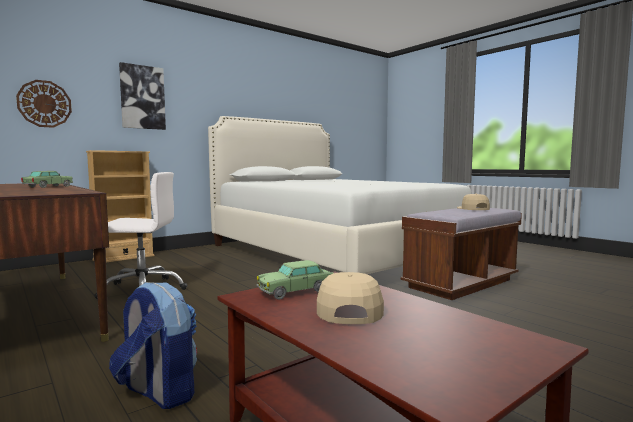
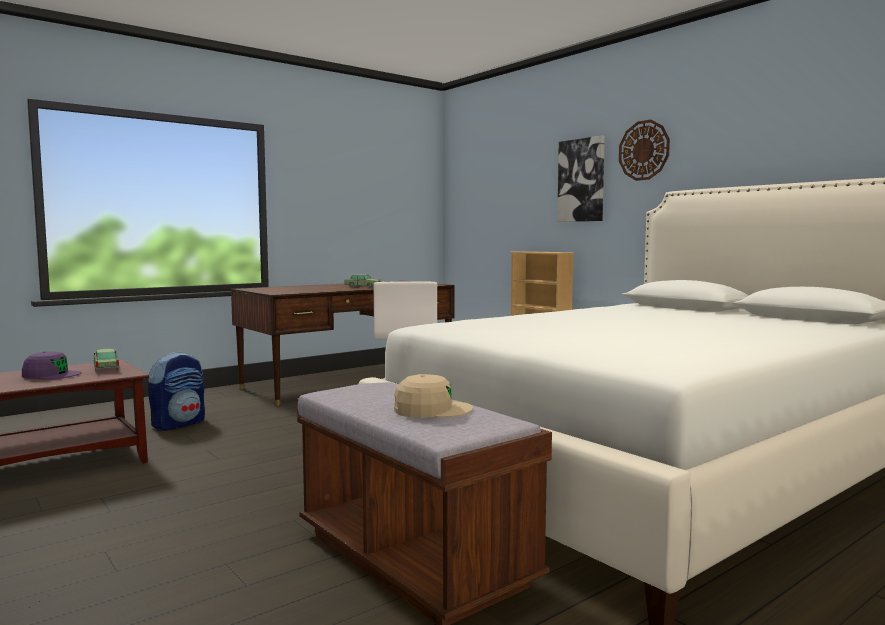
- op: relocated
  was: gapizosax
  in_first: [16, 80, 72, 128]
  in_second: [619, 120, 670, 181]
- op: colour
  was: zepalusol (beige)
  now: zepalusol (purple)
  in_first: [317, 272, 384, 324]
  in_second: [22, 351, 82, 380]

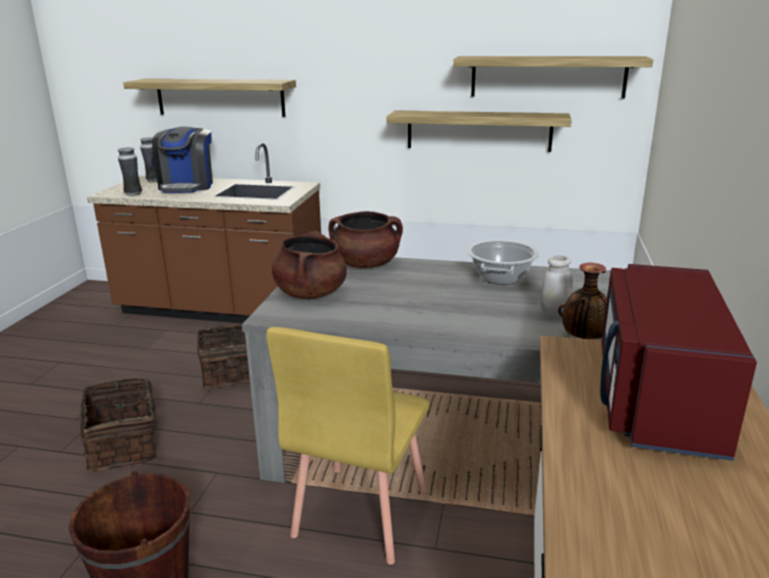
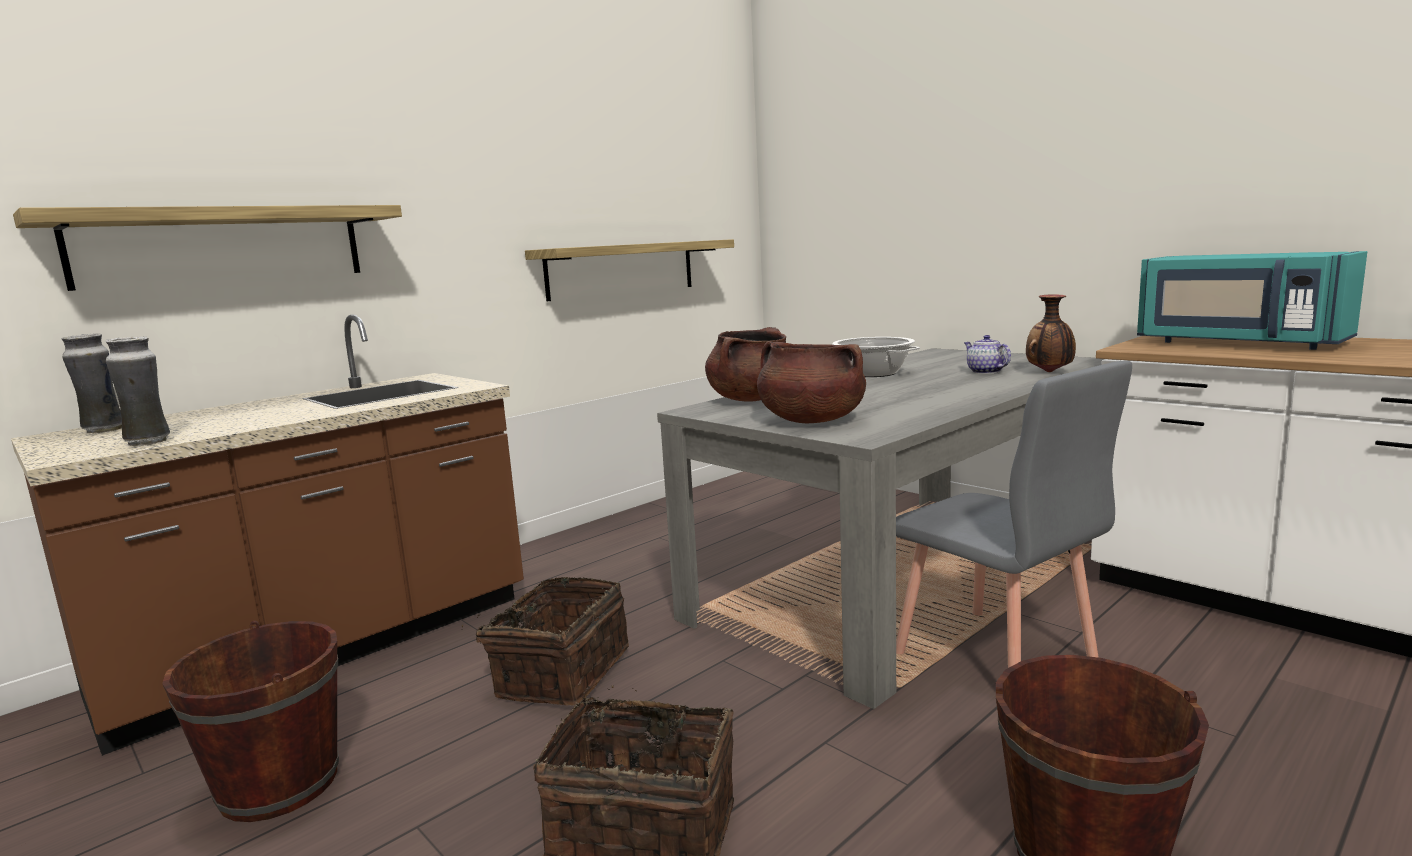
- op: missing
  was: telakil
  in_first: [152, 126, 213, 193]
- op: colour
  was: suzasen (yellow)
  now: suzasen (grey)
  in_first: [266, 327, 430, 565]
  in_second: [896, 360, 1132, 668]
- op: missing
  was: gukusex
  in_first: [453, 56, 653, 98]
- op: exchanged
  was: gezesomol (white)
  now: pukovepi
  in_first: [540, 255, 573, 318]
  in_second: [964, 335, 1011, 374]
- op: colour
  was: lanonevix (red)
  now: lanonevix (turquoise)
  in_first: [600, 264, 757, 461]
  in_second: [1137, 251, 1367, 350]
- op: appeared
  now: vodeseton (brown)
  in_second: [162, 621, 339, 822]

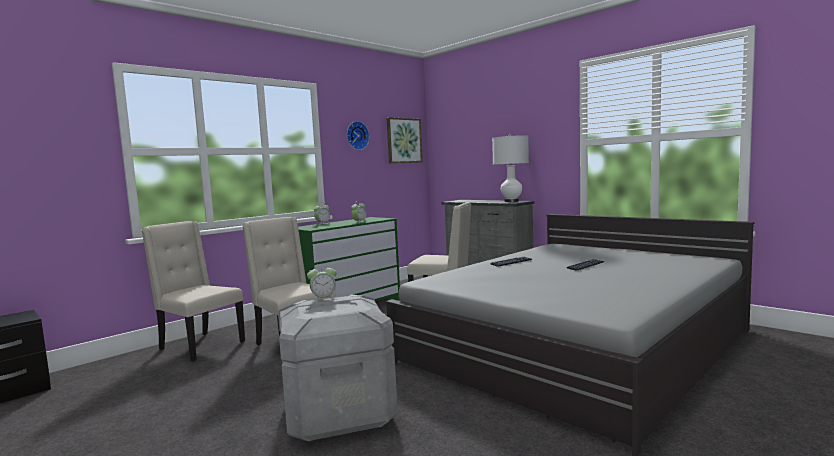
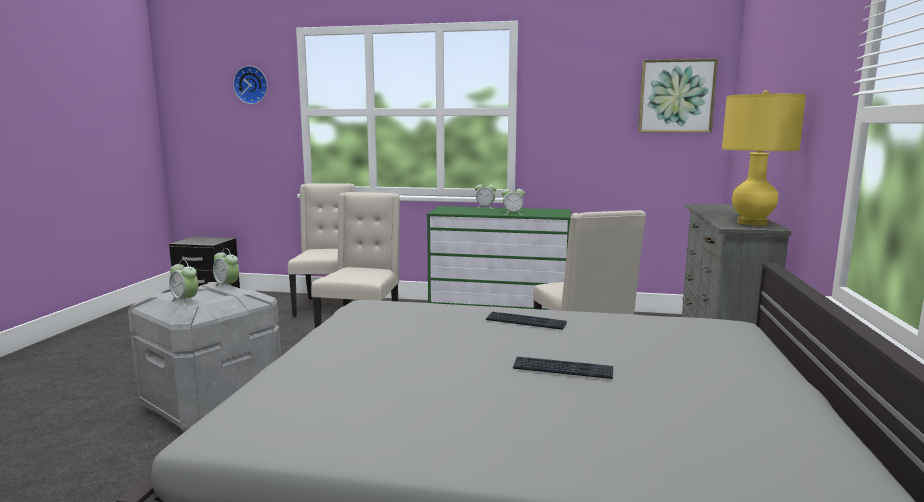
- op: relocated
  was: gapizosax
  in_first: [347, 121, 370, 150]
  in_second: [233, 66, 268, 104]
- op: colour
  was: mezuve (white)
  now: mezuve (yellow)
  in_first: [492, 134, 529, 202]
  in_second: [722, 90, 806, 226]
- op: appeared
  now: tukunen
  in_second: [169, 260, 198, 306]

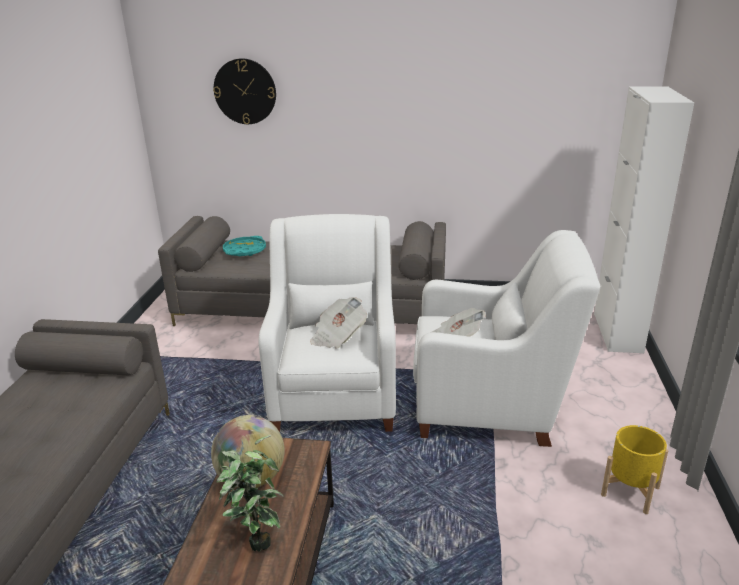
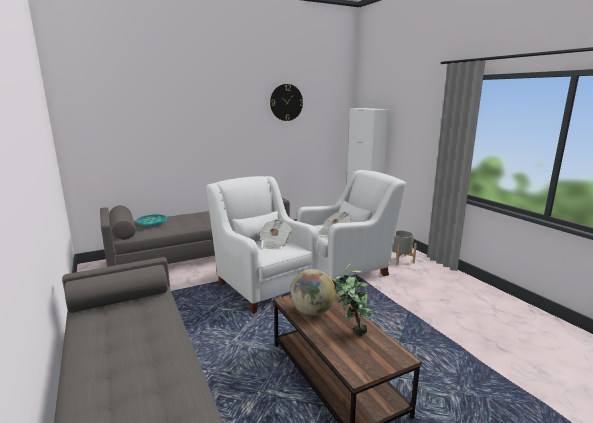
- op: relocated
  was: gapizosax
  in_first: [213, 58, 276, 124]
  in_second: [270, 84, 303, 121]
- op: missing
  was: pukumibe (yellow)
  in_first: [601, 425, 668, 514]
- op: appeared
  now: pukumibe (grey)
  in_second: [392, 231, 417, 265]

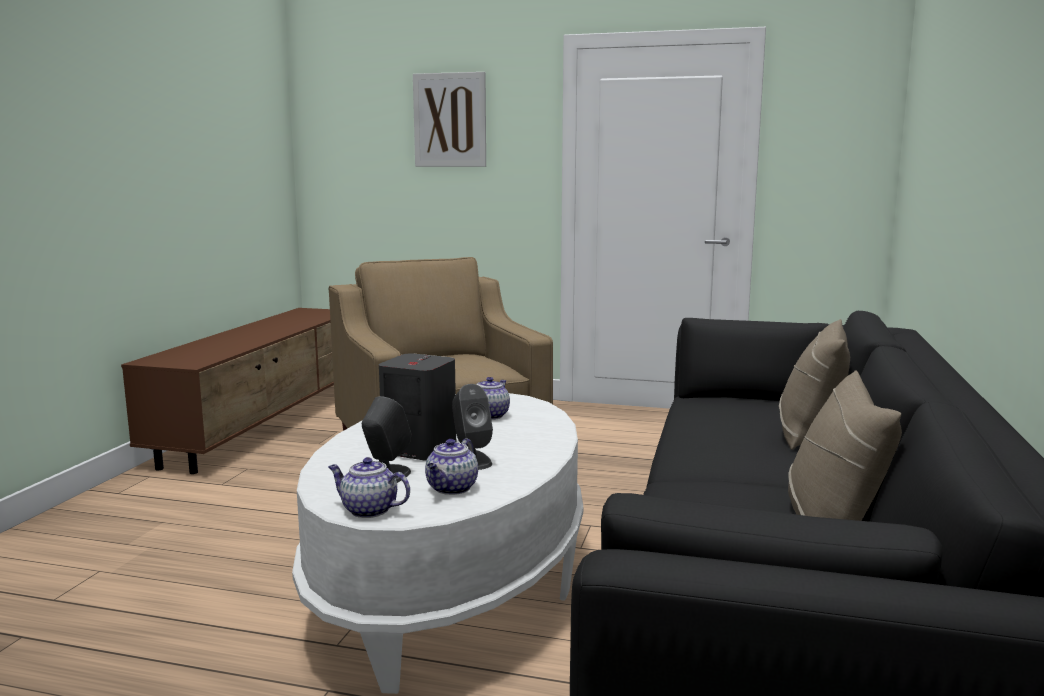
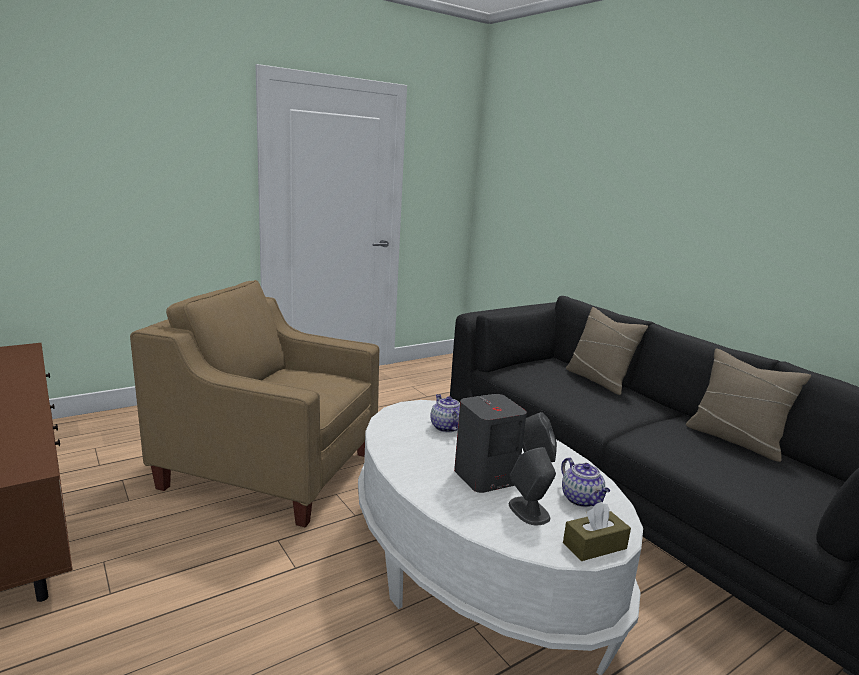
- op: exchanged
  was: pukovepi
  now: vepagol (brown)
  in_first: [328, 457, 410, 518]
  in_second: [563, 502, 631, 561]
- op: missing
  was: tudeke
  in_first: [413, 72, 486, 167]

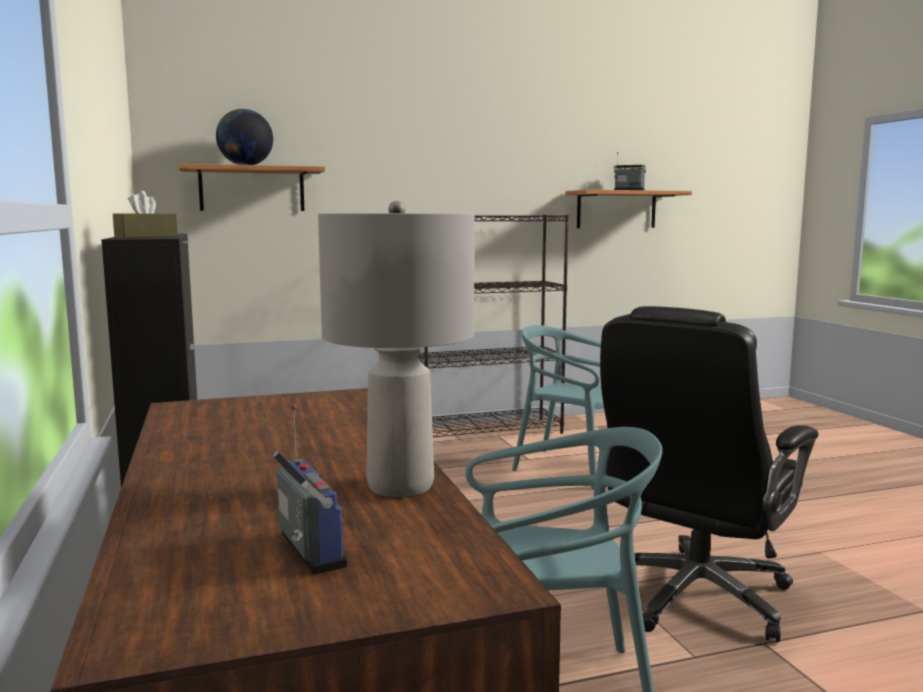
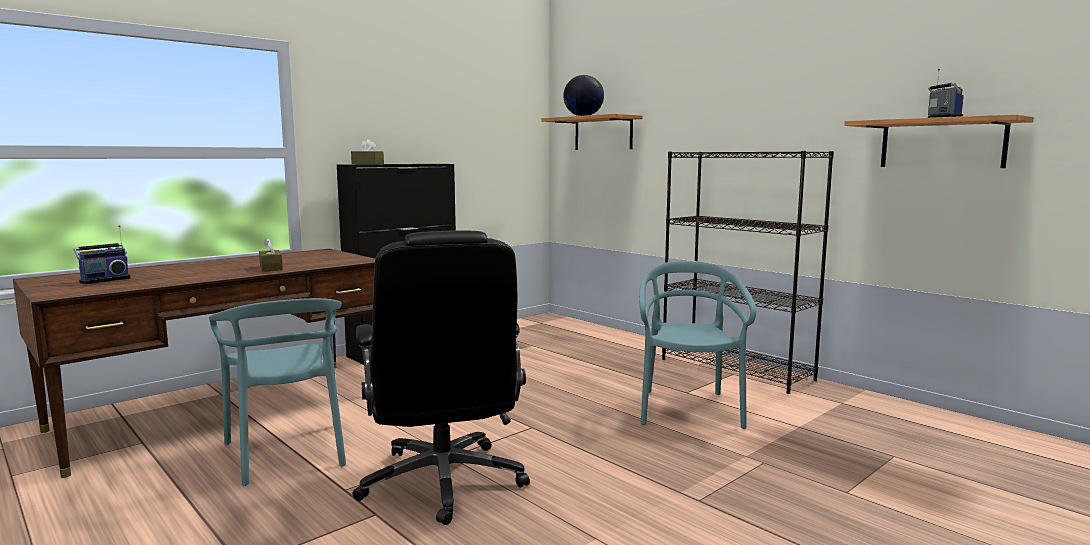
- op: missing
  was: mezuve (grey)
  in_first: [318, 201, 475, 497]
- op: spun
  was: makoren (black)
  in_first: [600, 306, 818, 642]
  in_second: [352, 231, 530, 525]
  clockwise: -120
- op: appeared
  now: vepagol (brown)
  in_second: [259, 238, 283, 271]

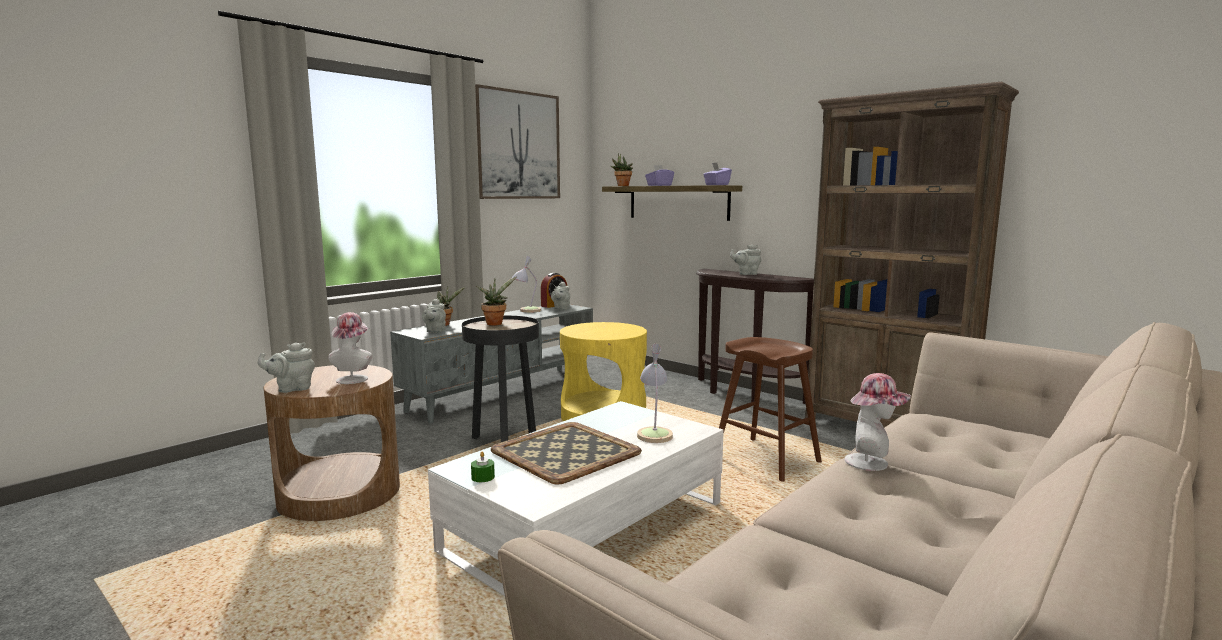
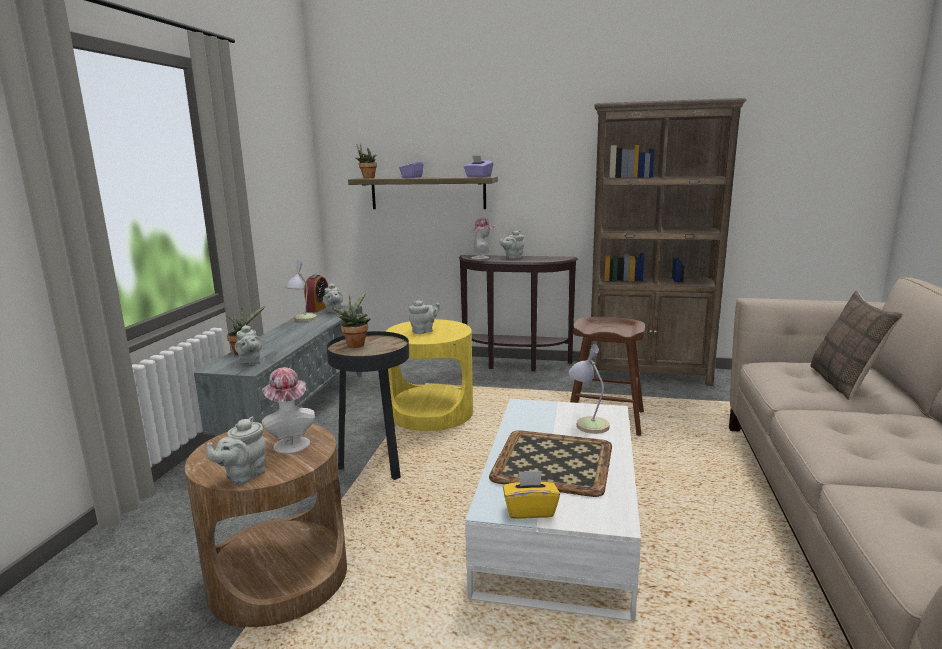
- op: exchanged
  was: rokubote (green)
  now: vepagol (yellow)
  in_first: [471, 451, 495, 482]
  in_second: [503, 471, 560, 519]
- op: missing
  was: tudeke
  in_first: [475, 84, 560, 199]
- op: relocated
  was: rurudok
  in_first: [844, 373, 911, 471]
  in_second: [471, 217, 495, 260]
- op: appeared
  now: pukovepi (grey)
  in_second: [409, 300, 440, 334]
- op: appeared
  now: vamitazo
  in_second: [811, 291, 903, 400]

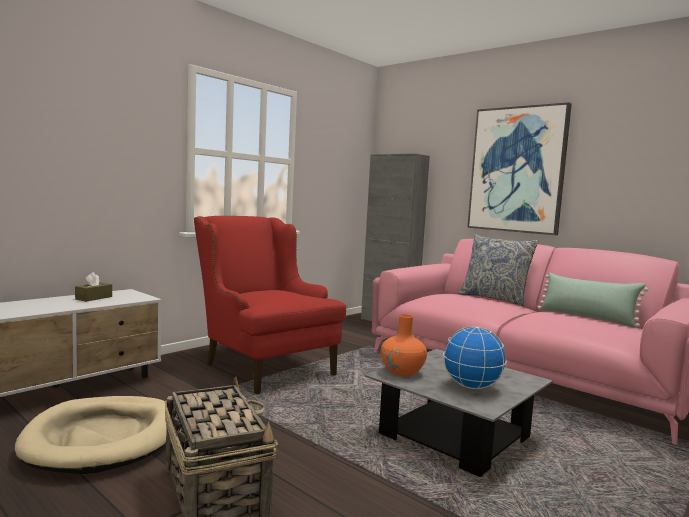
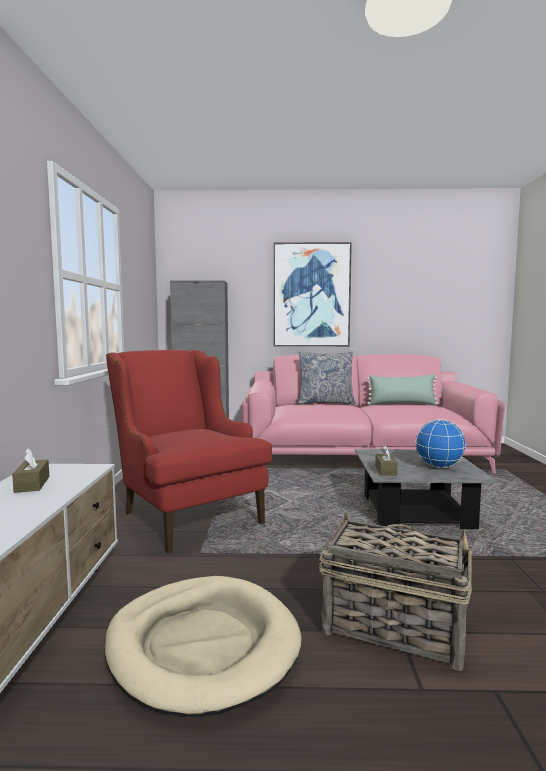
- op: spun
  was: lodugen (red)
  in_first: [194, 216, 346, 394]
  in_second: [106, 350, 272, 553]
  clockwise: 45
- op: exchanged
  was: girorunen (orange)
  now: vepagol (brown)
  in_first: [381, 314, 427, 376]
  in_second: [375, 445, 398, 476]

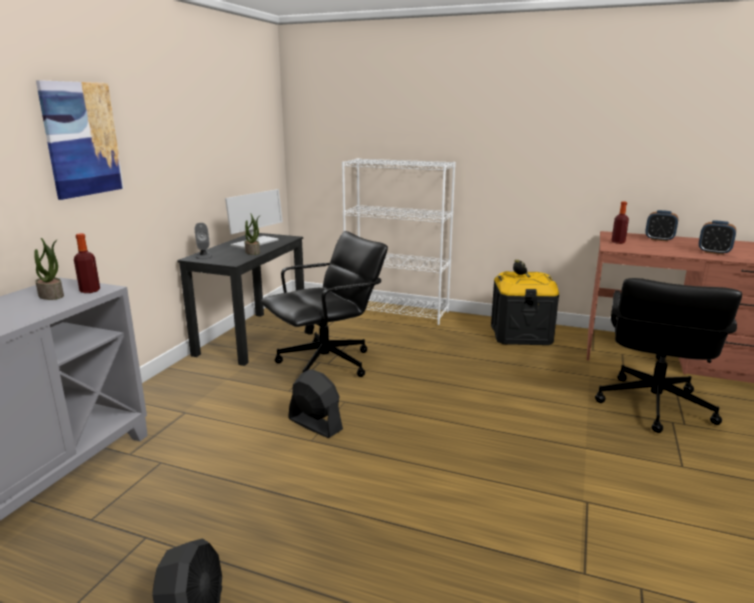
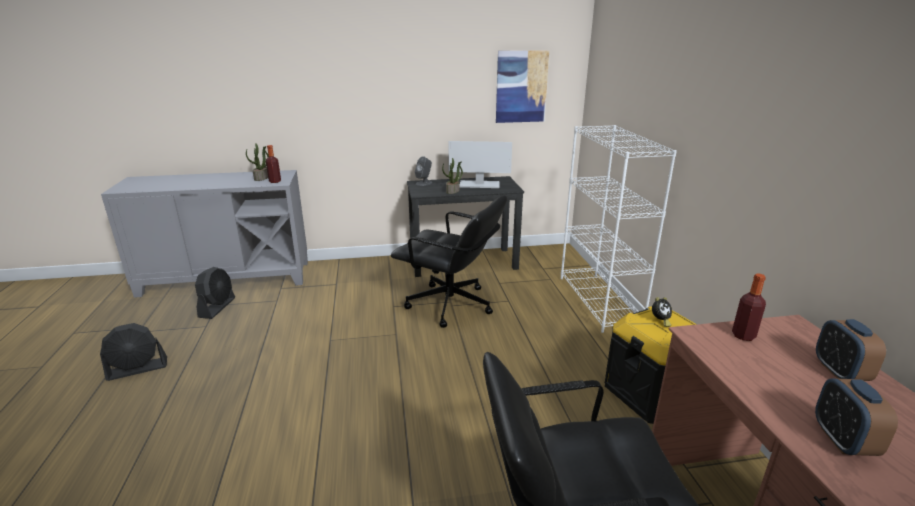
- op: relocated
  was: tudeke
  in_first: [36, 80, 124, 200]
  in_second: [496, 50, 549, 123]
- op: relocated
  was: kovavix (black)
  in_first: [288, 370, 343, 438]
  in_second: [195, 267, 235, 319]

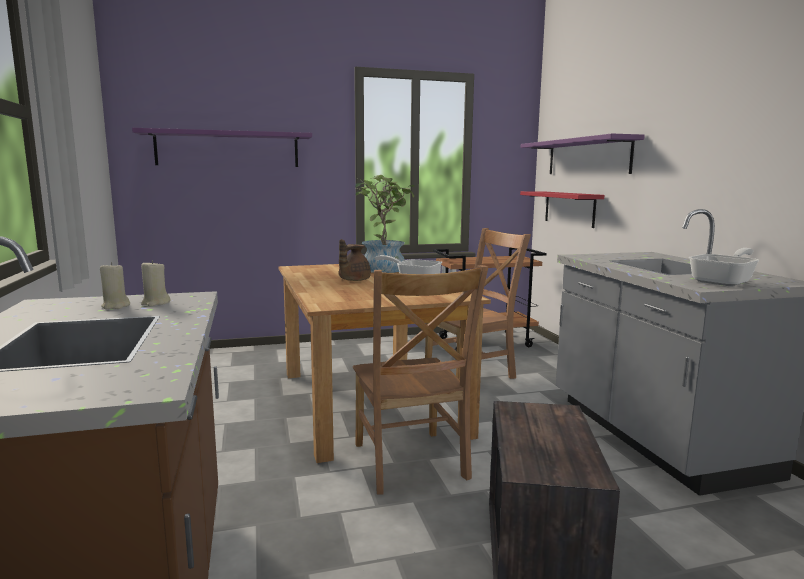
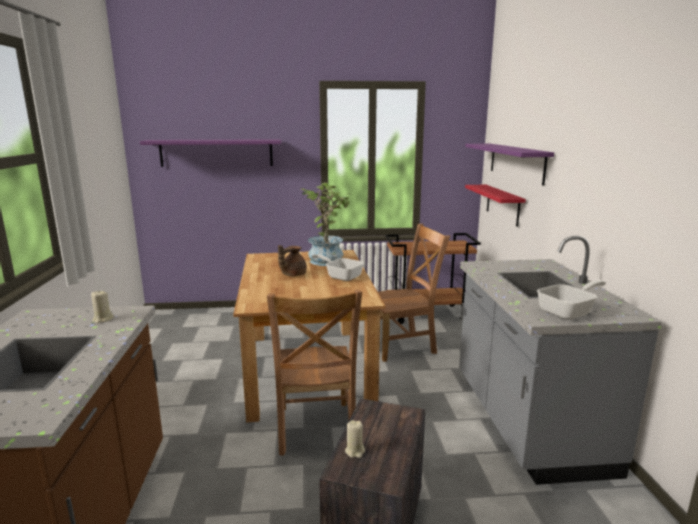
- op: relocated
  was: rokubote (beige)
  in_first: [100, 262, 130, 309]
  in_second: [345, 420, 365, 458]

